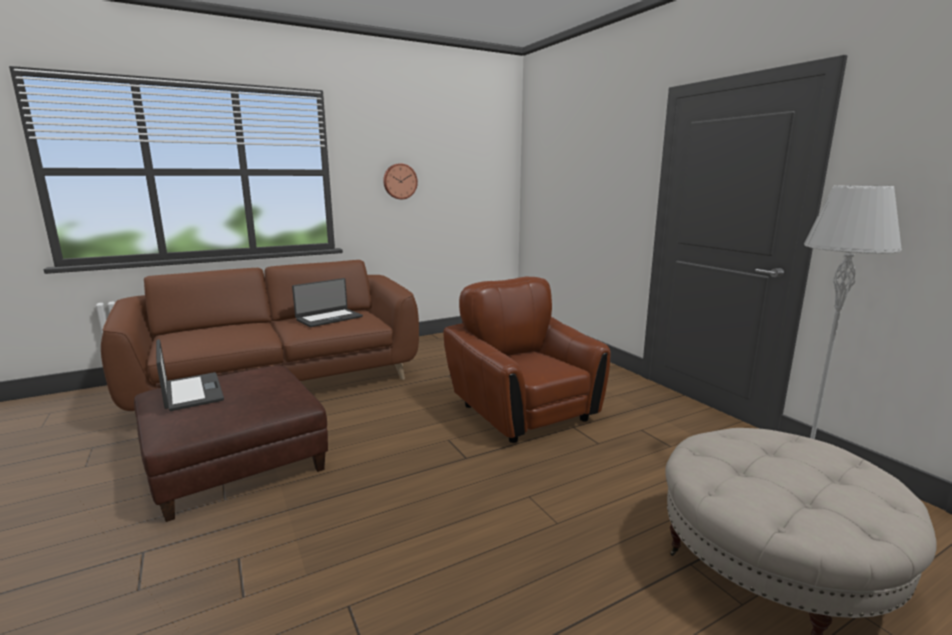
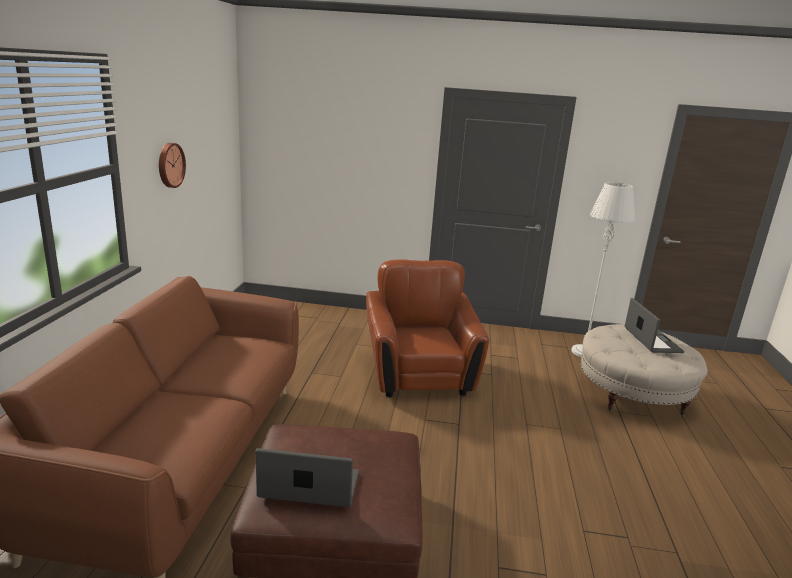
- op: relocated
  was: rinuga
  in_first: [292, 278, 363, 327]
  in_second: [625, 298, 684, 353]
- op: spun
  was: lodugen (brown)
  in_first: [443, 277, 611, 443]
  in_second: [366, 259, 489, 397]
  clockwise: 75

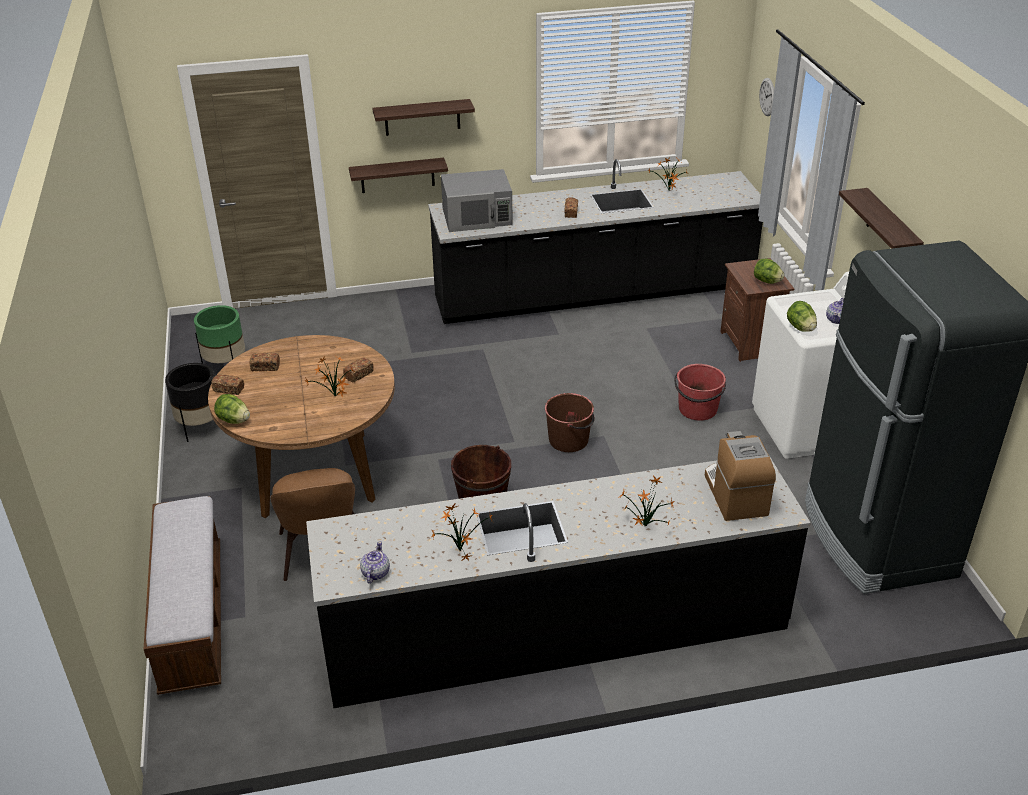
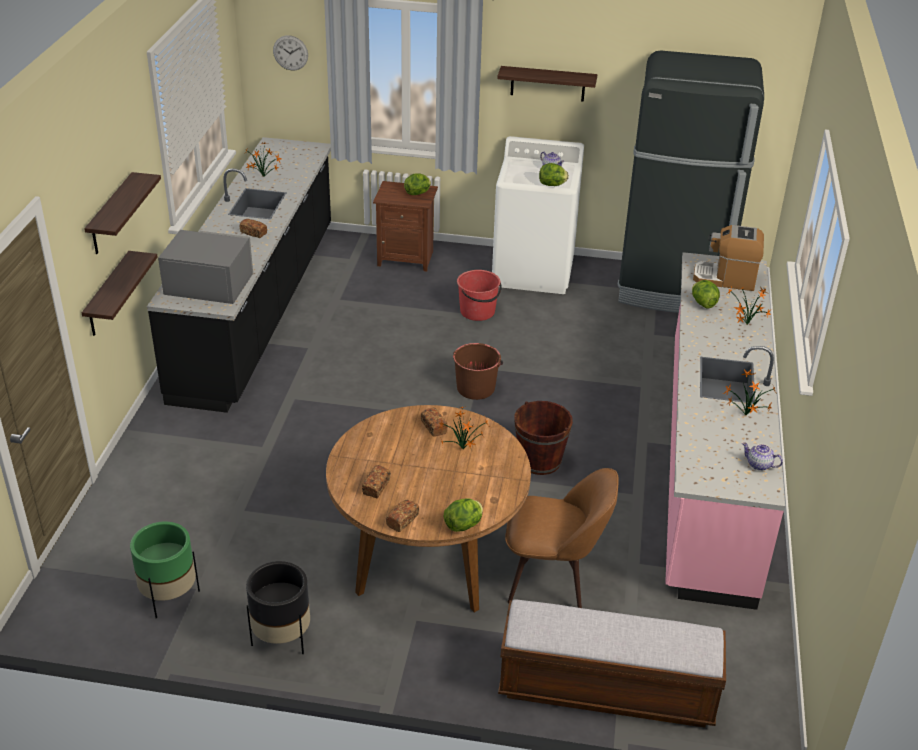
- op: colour
  was: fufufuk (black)
  now: fufufuk (pink)
  in_first: [306, 454, 811, 708]
  in_second: [665, 252, 785, 610]
- op: spun
  was: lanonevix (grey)
  in_first: [441, 169, 513, 232]
  in_second: [158, 230, 253, 304]
  clockwise: -90
- op: appeared
  now: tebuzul
  in_second: [692, 280, 720, 308]

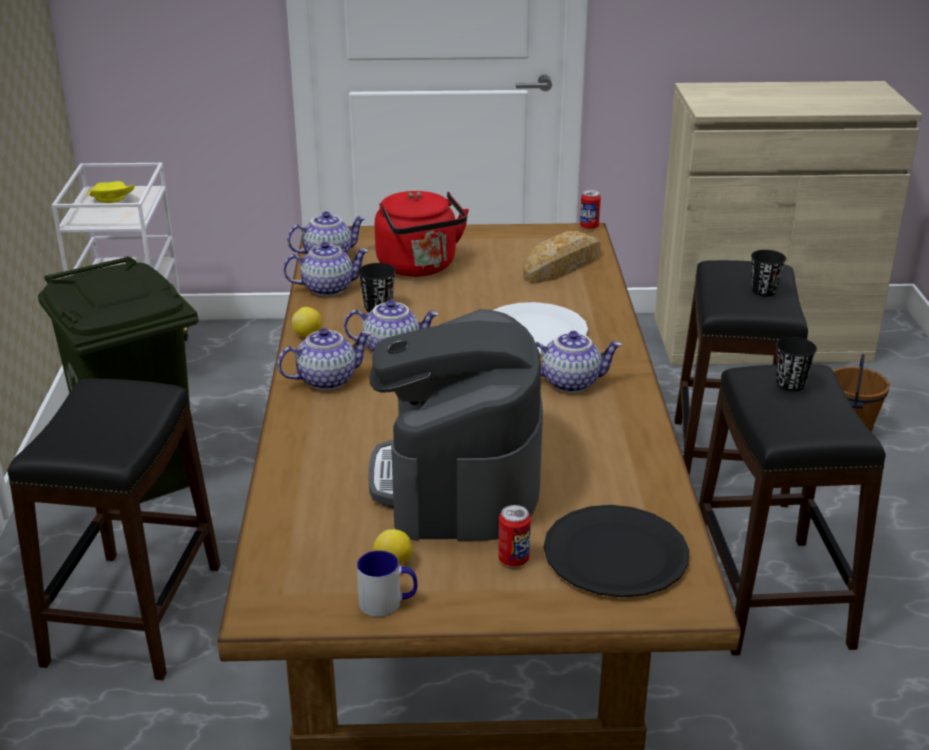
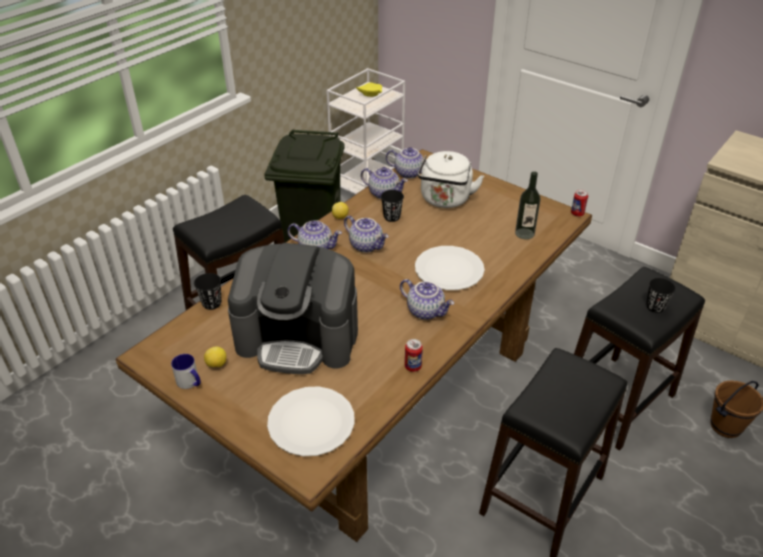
- op: spun
  was: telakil
  in_first: [368, 309, 543, 541]
  in_second: [228, 243, 358, 374]
  clockwise: -120
- op: colour
  was: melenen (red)
  now: melenen (white)
  in_first: [375, 191, 469, 277]
  in_second: [417, 151, 484, 208]
- op: relocated
  was: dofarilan
  in_first: [498, 505, 531, 566]
  in_second: [405, 339, 423, 372]
- op: exchanged
  was: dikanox
  now: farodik
  in_first: [523, 231, 601, 283]
  in_second: [515, 171, 541, 240]
- op: colour
  was: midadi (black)
  now: midadi (white)
  in_first: [544, 505, 689, 597]
  in_second: [267, 386, 355, 456]
- op: relocated
  was: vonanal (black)
  in_first: [776, 337, 817, 392]
  in_second: [194, 273, 222, 310]

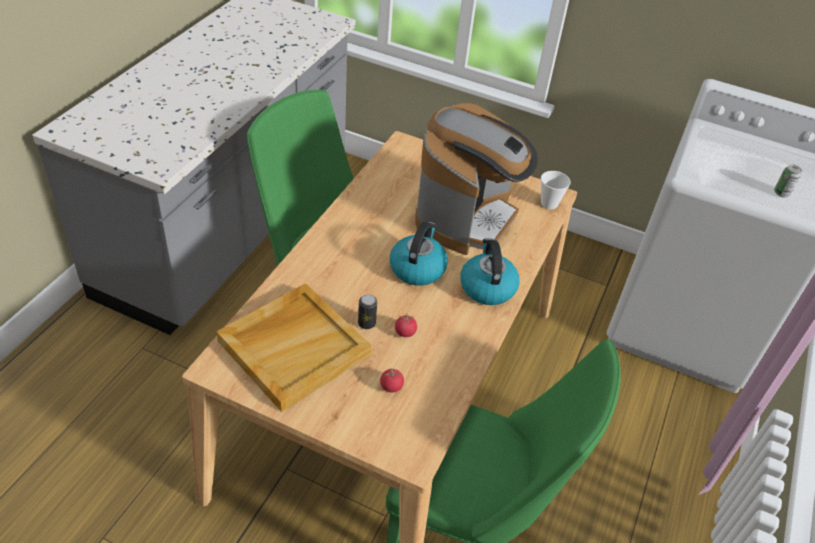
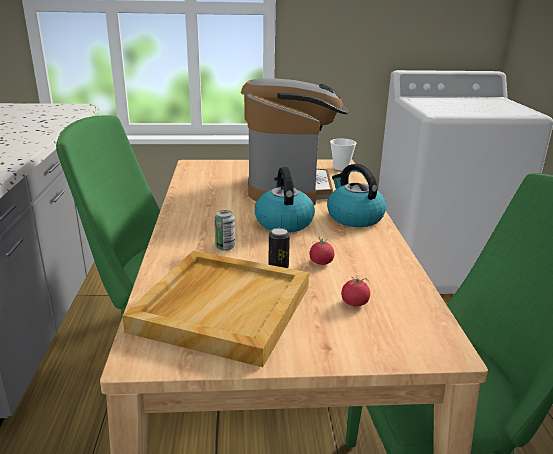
- op: relocated
  was: dofarilan
  in_first: [774, 165, 802, 197]
  in_second: [214, 210, 235, 251]

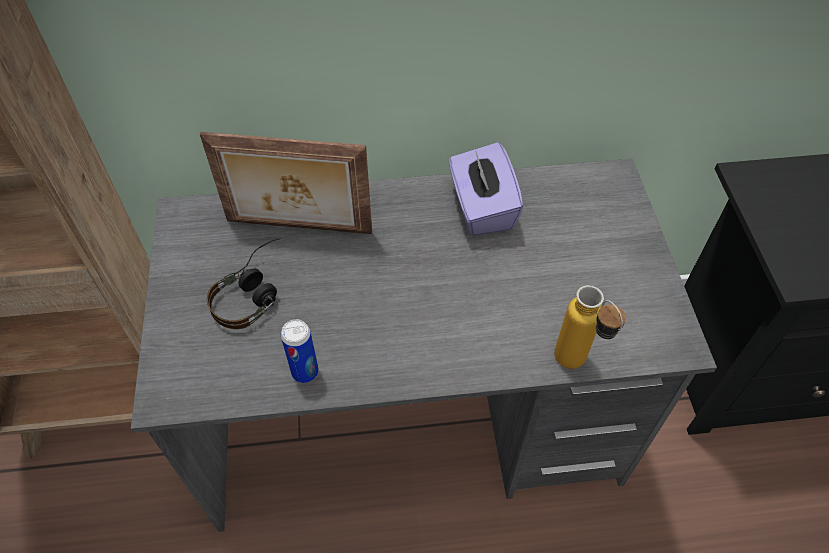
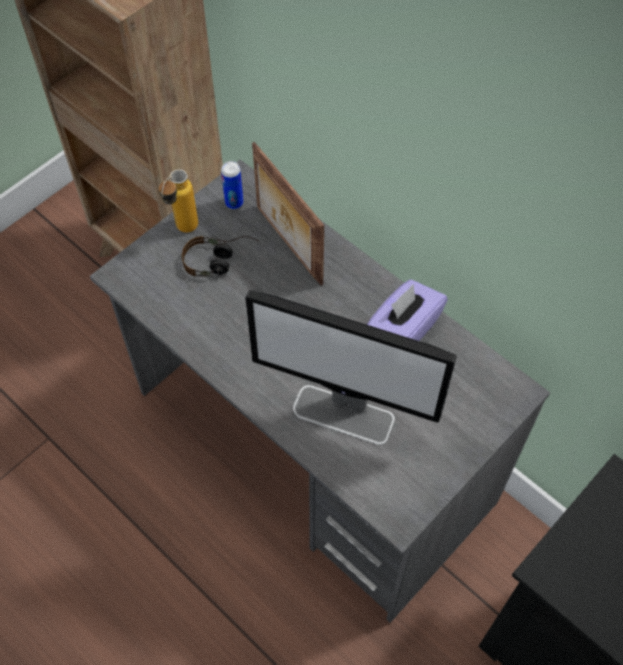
- op: relocated
  was: dofarilan
  in_first: [281, 319, 319, 383]
  in_second: [221, 161, 243, 209]
- op: relocated
  was: farodik
  in_first: [554, 285, 626, 369]
  in_second: [158, 169, 198, 233]
- op: appeared
  now: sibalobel
  in_second: [245, 290, 457, 445]

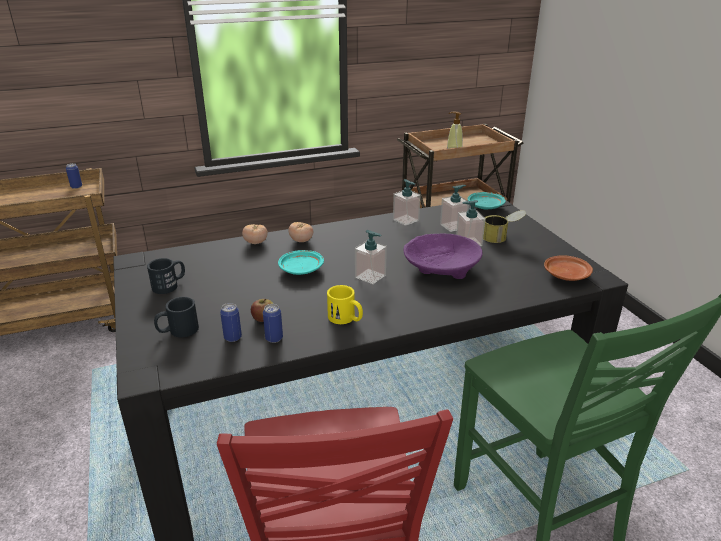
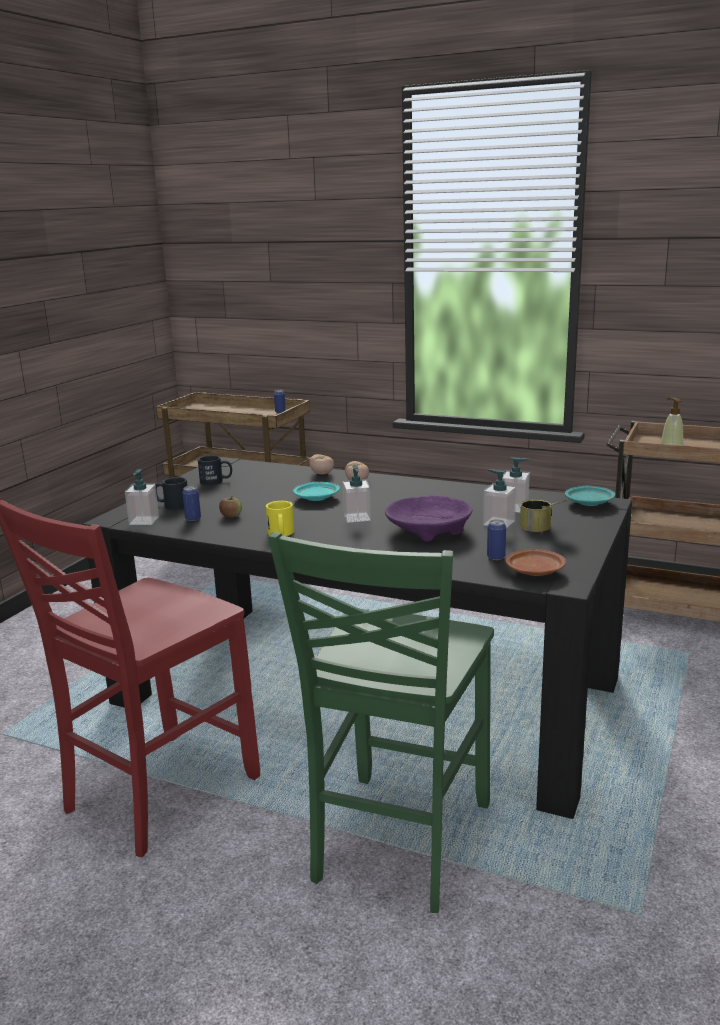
- op: relocated
  was: dofarilan
  in_first: [263, 304, 283, 343]
  in_second: [487, 519, 506, 560]
- op: relocated
  was: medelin
  in_first: [393, 179, 421, 226]
  in_second: [125, 469, 159, 525]

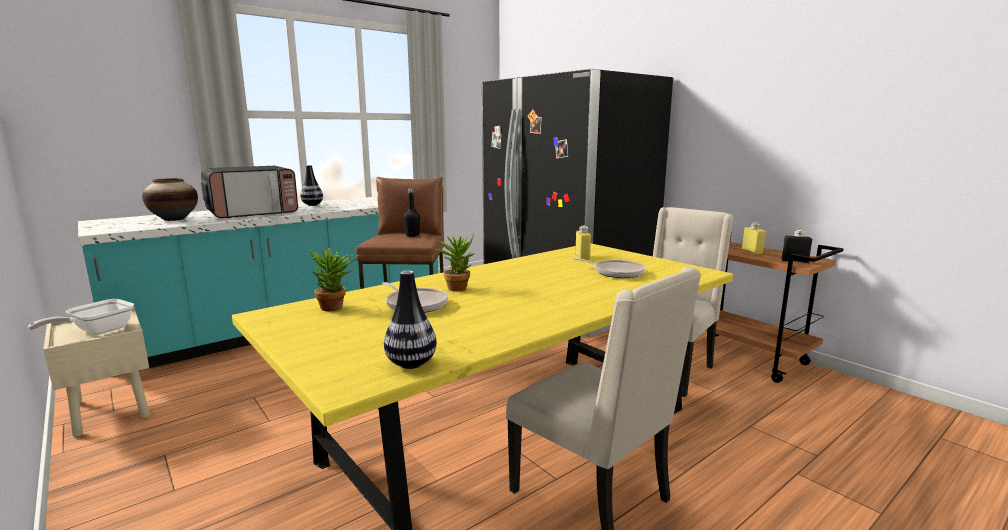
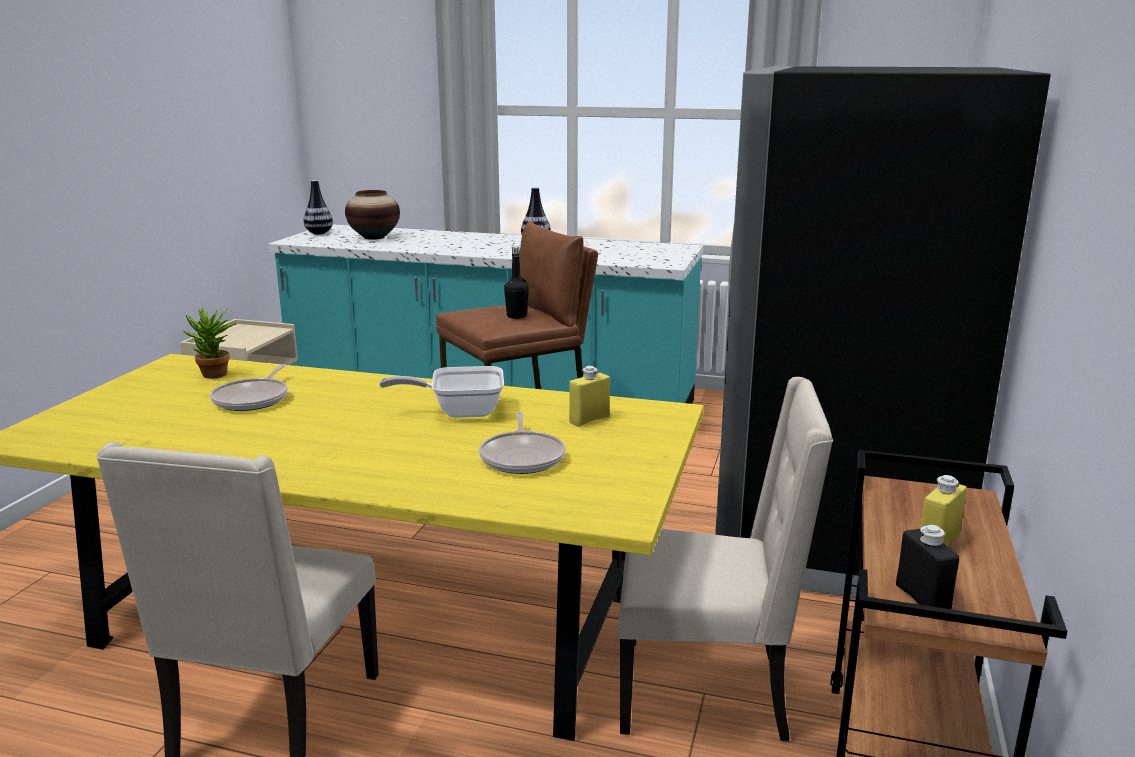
- op: relocated
  was: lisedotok
  in_first: [28, 299, 134, 335]
  in_second: [379, 366, 504, 418]
- op: missing
  was: lanonevix
  in_first: [201, 166, 298, 218]
- op: relocated
  was: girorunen
  in_first: [384, 270, 437, 369]
  in_second: [304, 180, 333, 235]
- op: missing
  was: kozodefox
  in_first: [436, 234, 474, 292]

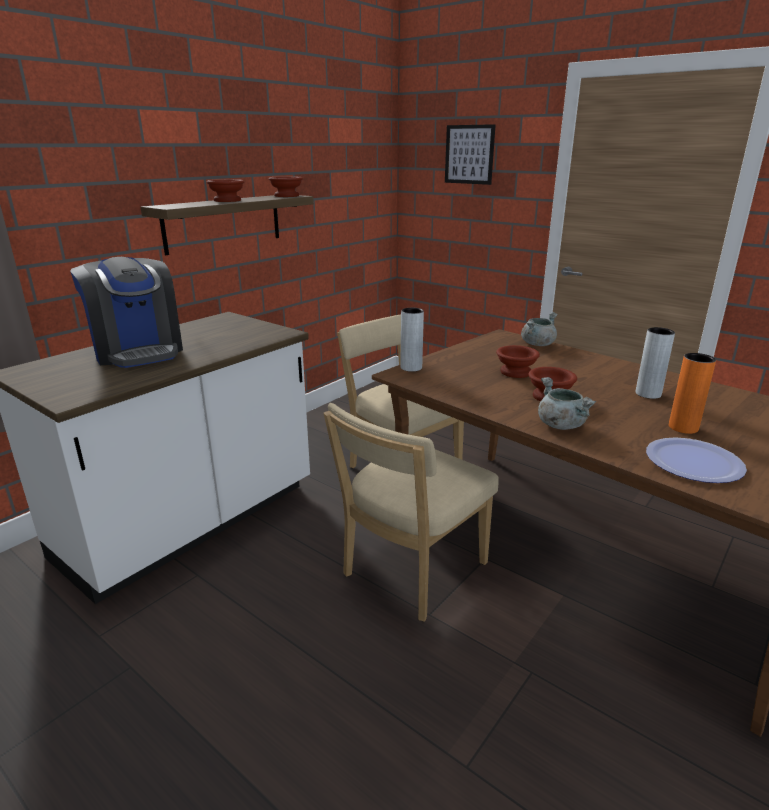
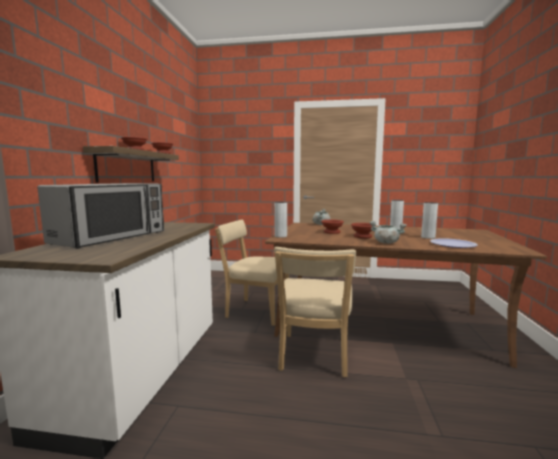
- op: exchanged
  was: telakil
  now: lanonevix
  in_first: [70, 257, 183, 368]
  in_second: [37, 183, 164, 249]
- op: missing
  was: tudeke
  in_first: [445, 124, 496, 185]
- op: colour
  was: girorunen (orange)
  now: girorunen (grey)
  in_first: [669, 353, 716, 434]
  in_second: [421, 202, 438, 239]

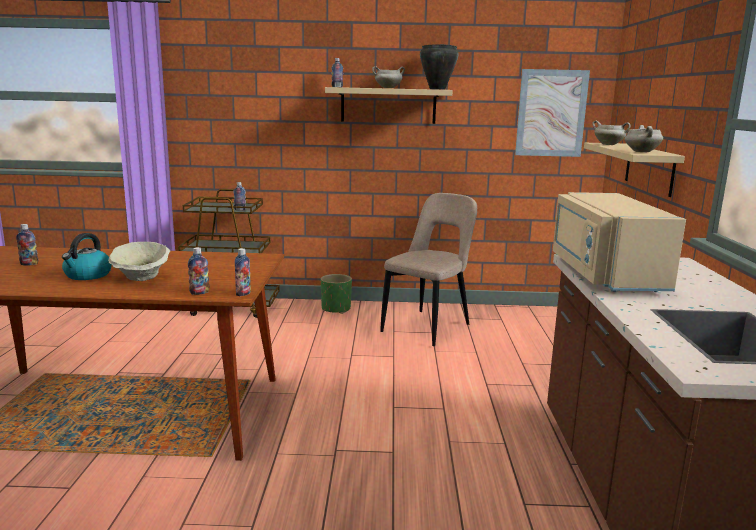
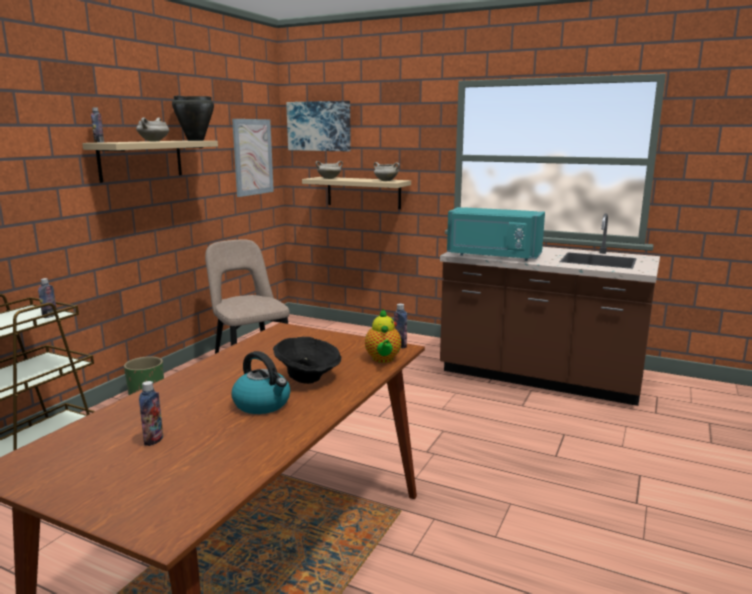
- op: colour
  was: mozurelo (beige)
  now: mozurelo (black)
  in_first: [108, 242, 170, 281]
  in_second: [273, 337, 341, 384]
- op: exchanged
  was: farodik
  now: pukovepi
  in_first: [188, 247, 209, 295]
  in_second: [365, 309, 401, 363]
- op: colour
  was: lanonevix (beige)
  now: lanonevix (turquoise)
  in_first: [553, 192, 686, 292]
  in_second: [447, 207, 545, 261]
- op: appeared
  now: tudeke
  in_second: [286, 101, 351, 151]

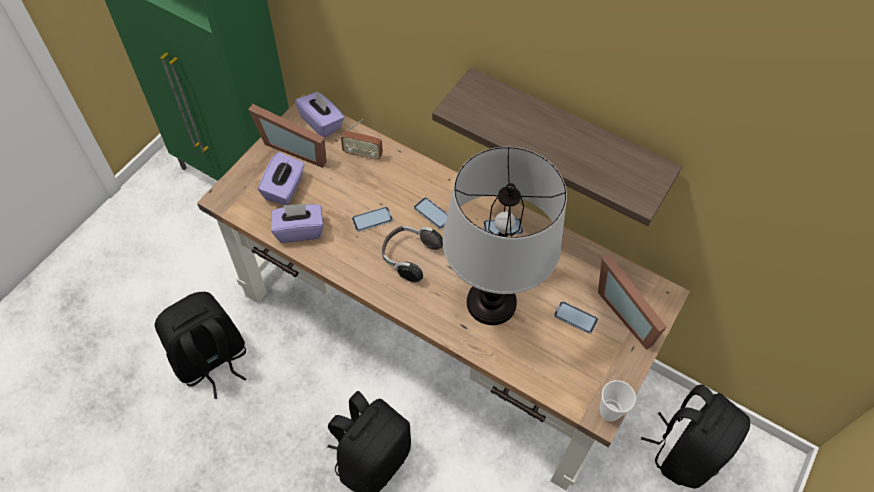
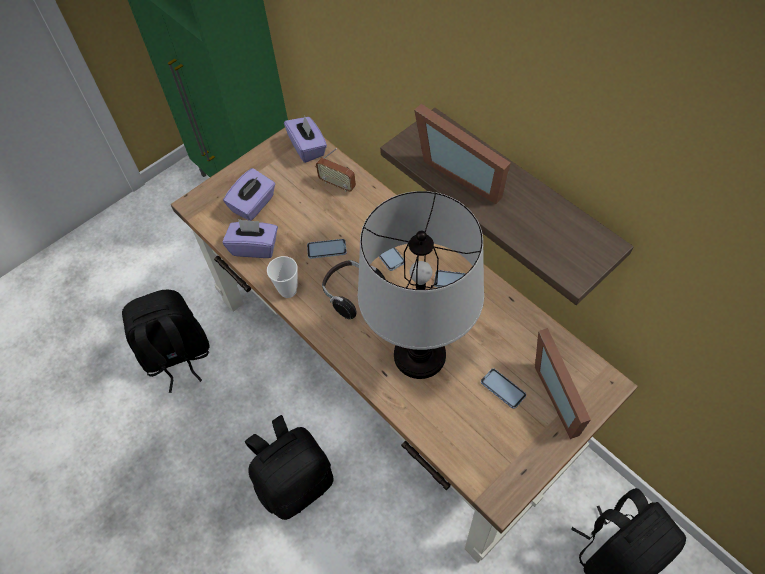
- op: relocated
  was: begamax
  in_first: [248, 104, 327, 168]
  in_second: [414, 104, 511, 204]
- op: relocated
  was: vonanal
  in_first: [600, 380, 636, 421]
  in_second: [267, 256, 298, 298]

